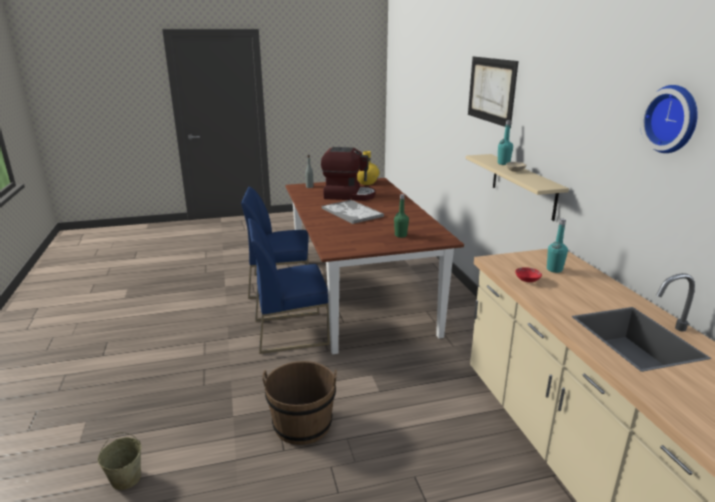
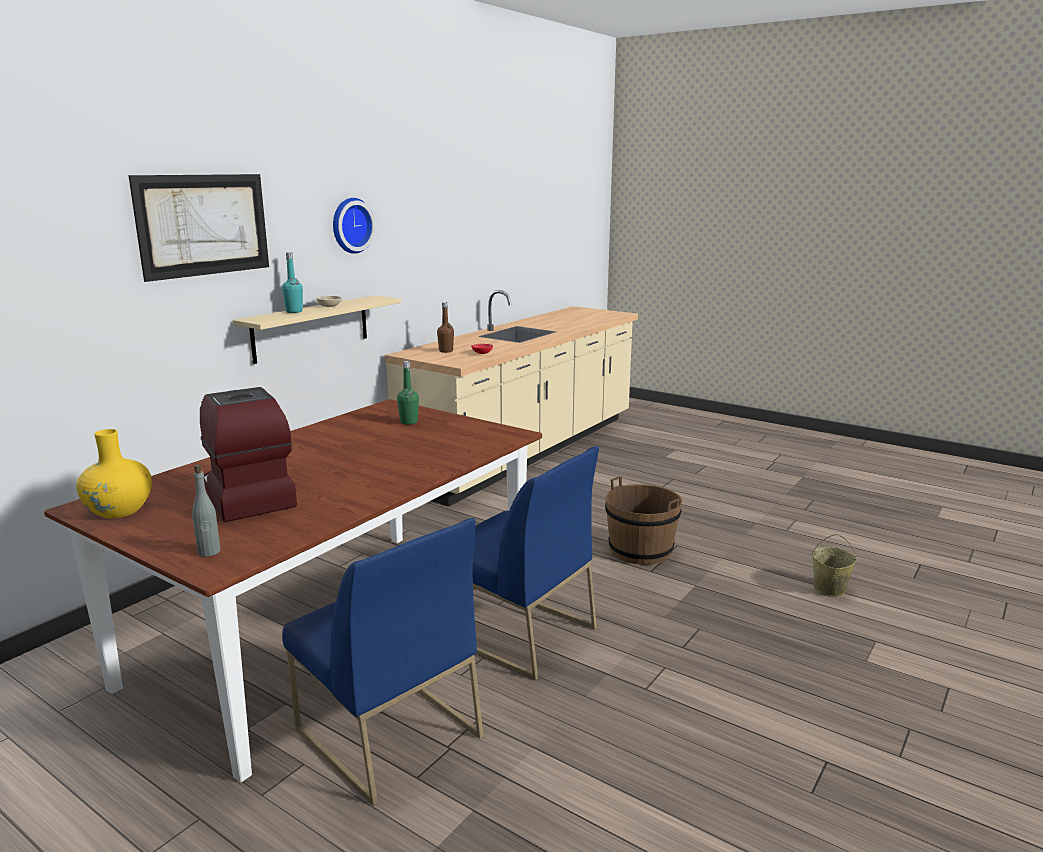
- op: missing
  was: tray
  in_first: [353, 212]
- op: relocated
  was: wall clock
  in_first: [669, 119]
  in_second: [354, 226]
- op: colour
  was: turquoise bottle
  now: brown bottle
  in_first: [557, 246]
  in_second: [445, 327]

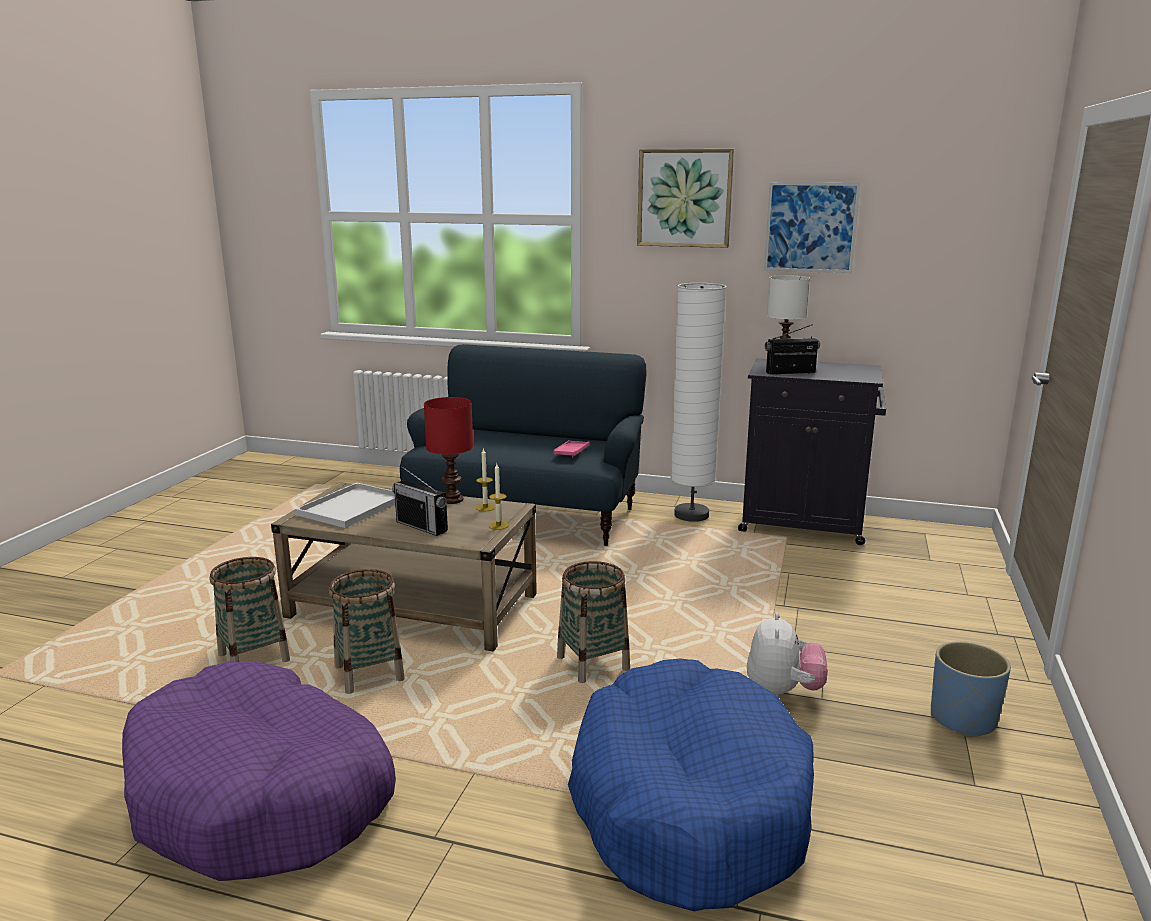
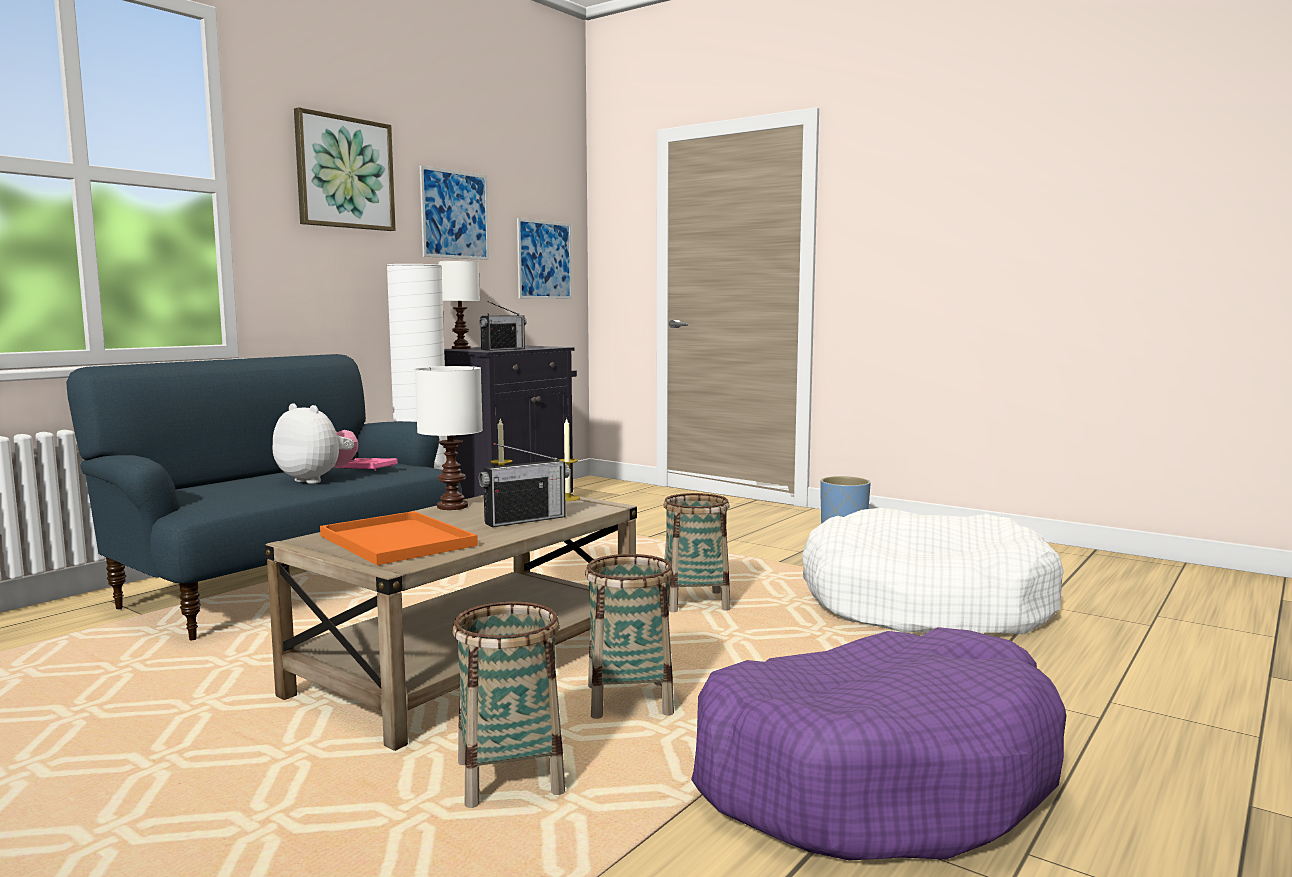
- op: appeared
  now: picture
  in_second: [544, 258]
- op: relocated
  was: plush toy
  in_first: [787, 654]
  in_second: [315, 443]
- op: colour
  was: white tray
  now: orange tray
  in_first: [345, 505]
  in_second: [399, 538]
- op: colour
  was: red table lamp
  now: white table lamp
  in_first: [448, 450]
  in_second: [449, 438]
- op: colour
  was: blue dog bed
  now: white dog bed
  in_first: [691, 785]
  in_second: [932, 571]
- op: spun
  was: radio
  in_first: [792, 349]
  in_second: [503, 326]
  clockwise: -150

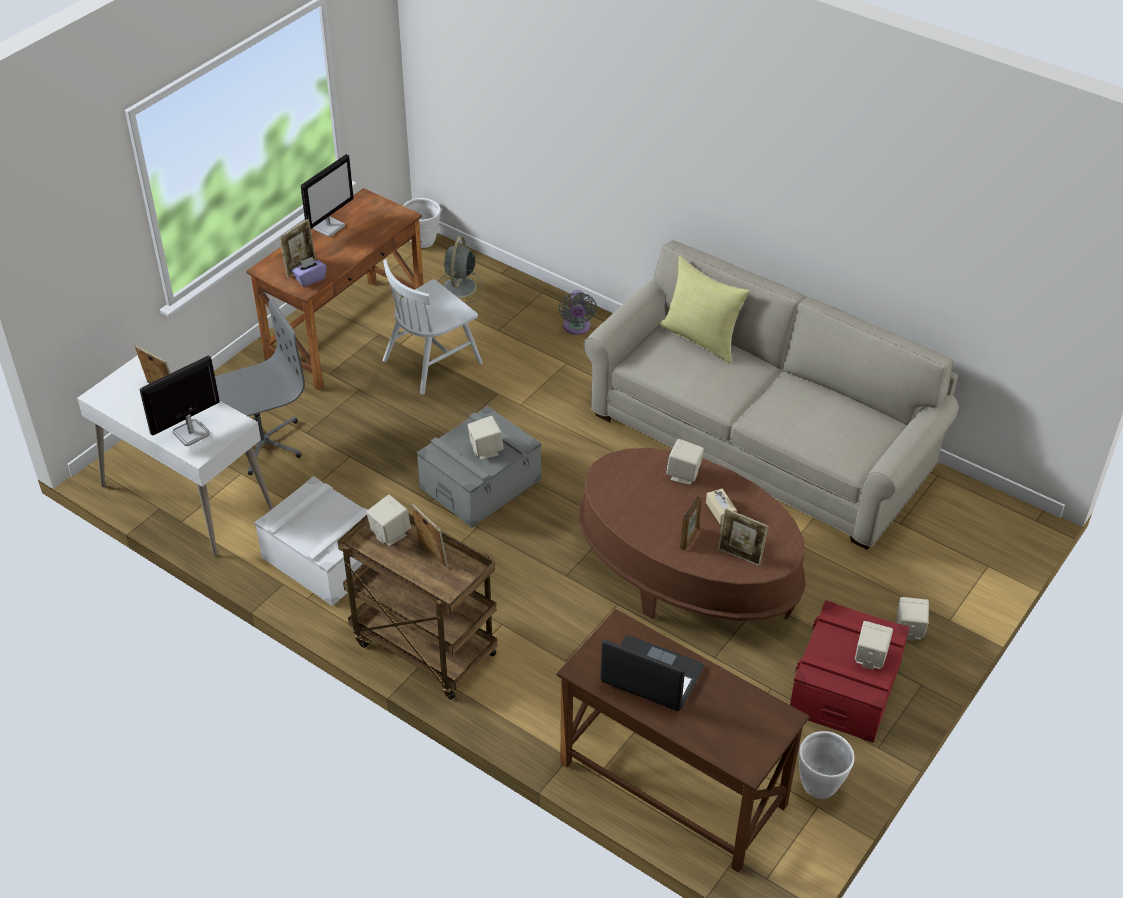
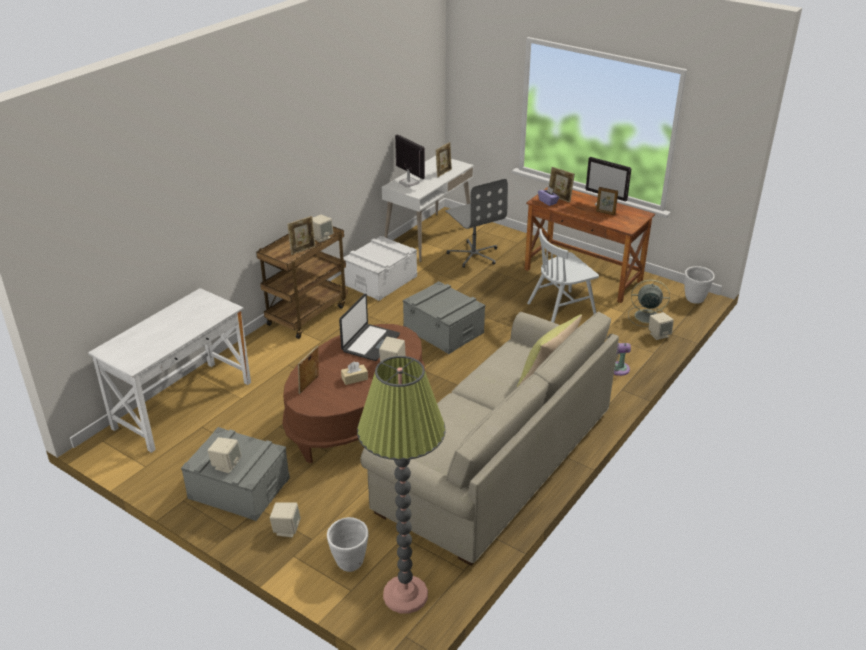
- op: appeared
  now: floor lamp
  in_second: [401, 485]
- op: relocated
  was: beige speaker
  in_first: [485, 438]
  in_second: [661, 326]
- op: relocated
  was: laptop
  in_first: [652, 673]
  in_second: [369, 327]
- op: relocated
  was: picture frame
  in_first: [691, 523]
  in_second: [607, 201]
- op: relocated
  was: white planter
  in_first: [826, 765]
  in_second: [348, 544]
- op: colour
  was: brown desk
  now: white desk
  in_first: [683, 741]
  in_second: [169, 370]
- op: colour
  was: red storage box
  now: grey storage box
  in_first: [849, 671]
  in_second: [235, 474]
- op: spun
  was: white chair
  in_first: [433, 327]
  in_second: [563, 276]
  clockwise: -75

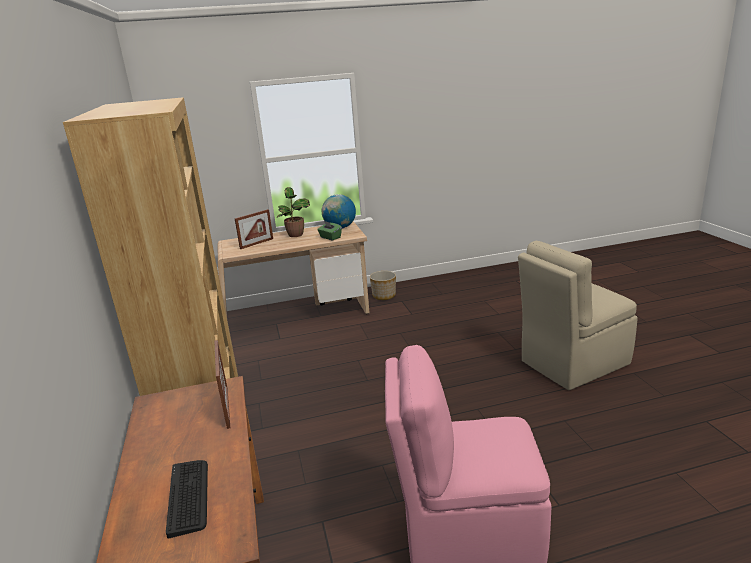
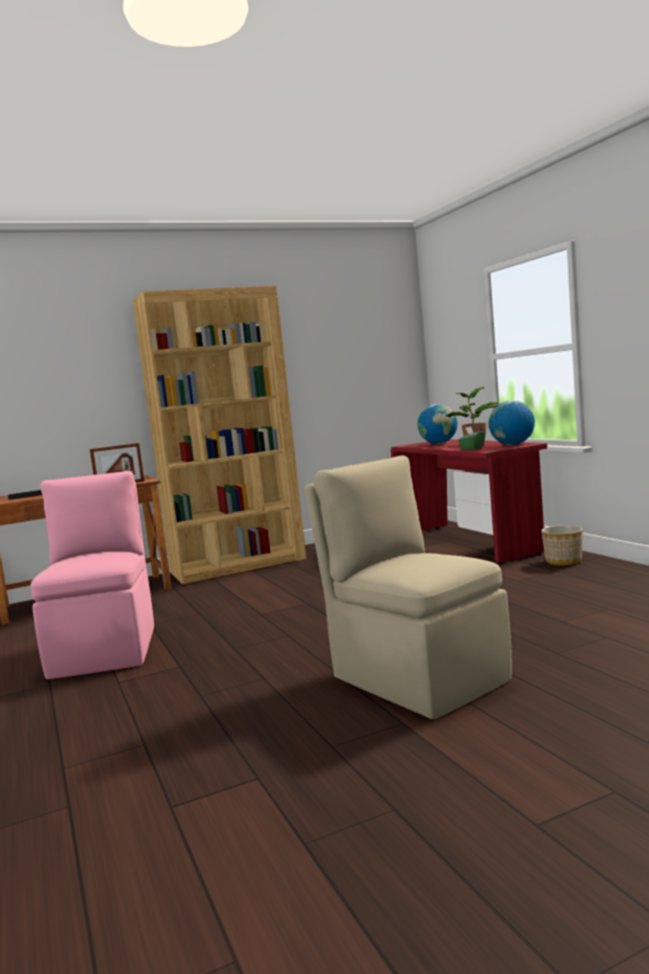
- op: exchanged
  was: picture frame
  now: globe
  in_first: [254, 229]
  in_second: [438, 424]
- op: colour
  was: beige desk
  now: red desk
  in_first: [293, 268]
  in_second: [469, 501]

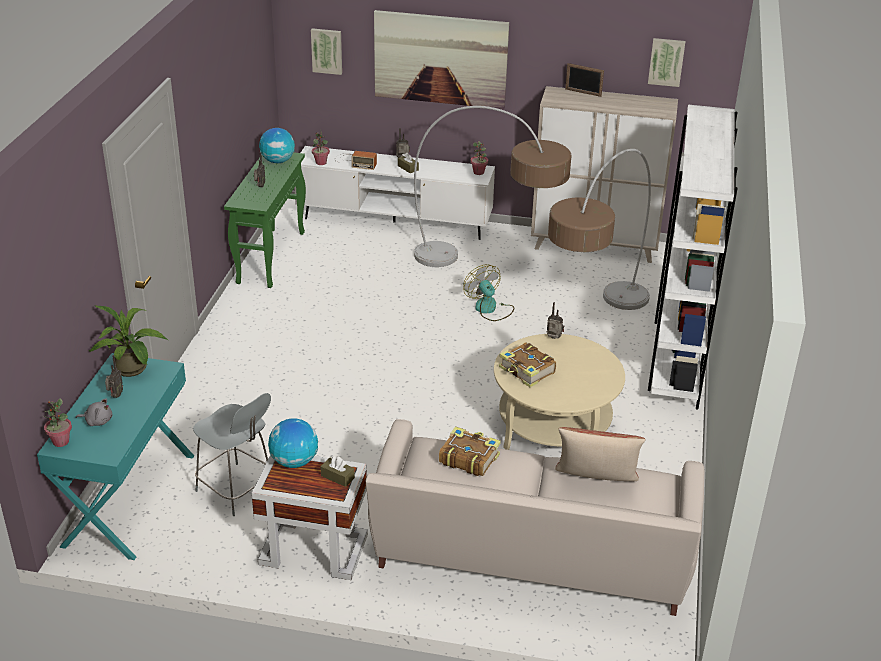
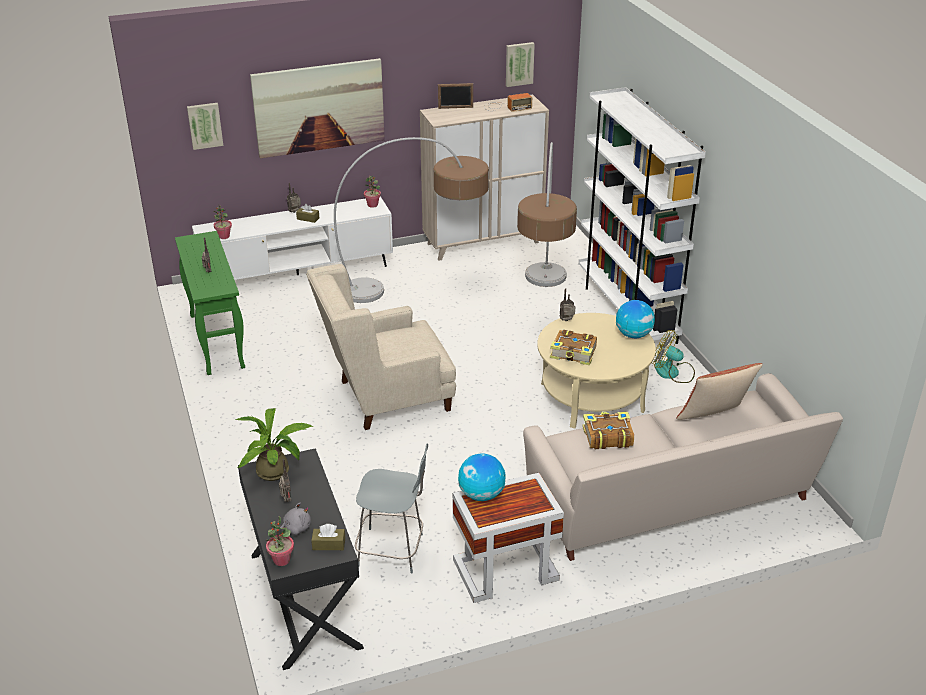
- op: appeared
  now: beige armchair
  in_second: [381, 347]
- op: relocated
  was: globe
  in_first: [277, 145]
  in_second: [635, 319]
- op: relocated
  was: brown tissue box
  in_first: [337, 471]
  in_second: [328, 537]
- op: relocated
  was: radio
  in_first: [356, 160]
  in_second: [508, 102]
- op: relocated
  was: fan
  in_first: [488, 292]
  in_second: [673, 356]
- op: colour
  was: turquoise desk
  now: black desk
  in_first: [115, 456]
  in_second: [301, 559]

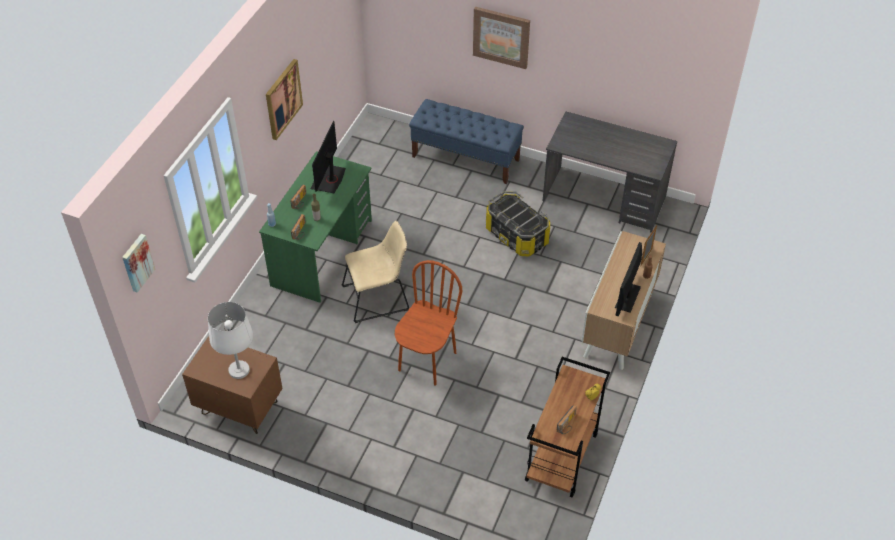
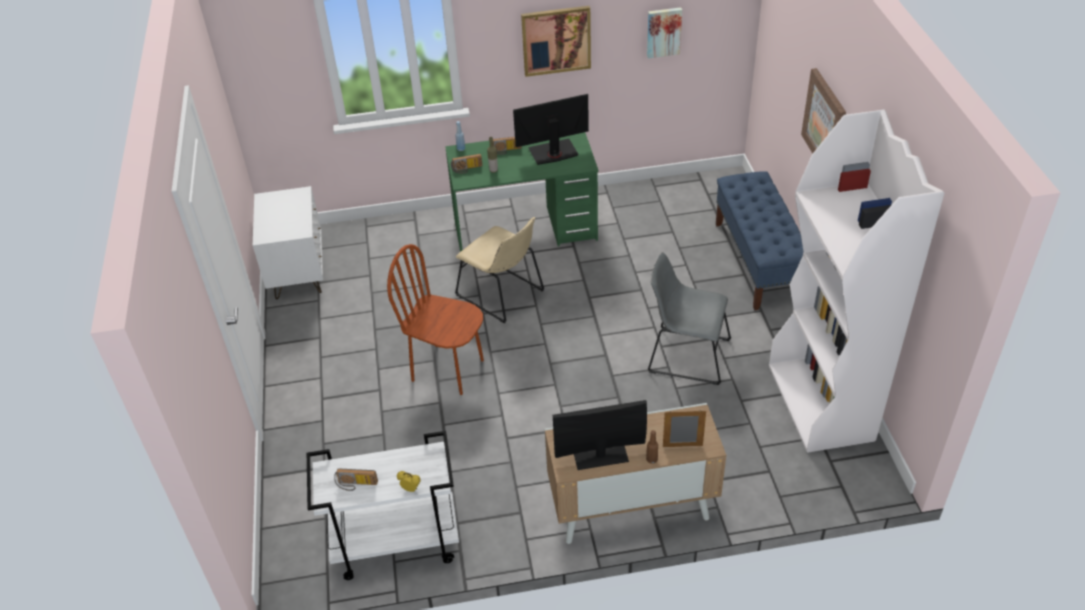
- op: missing
  was: white table lamp
  in_first: [230, 340]
- op: relocated
  was: picture
  in_first: [138, 263]
  in_second: [664, 32]
- op: exchanged
  was: storage box
  now: grey chair
  in_first: [518, 224]
  in_second: [689, 318]
- op: exchanged
  was: grey desk
  now: white bookcase
  in_first: [610, 171]
  in_second: [856, 281]
- op: colour
  was: brown nightstand
  now: white nightstand
  in_first: [232, 385]
  in_second: [288, 242]
- op: colour
  was: brown cart
  now: white cart
  in_first: [567, 427]
  in_second: [383, 505]
- op: spun
  was: brown chair
  in_first: [428, 322]
  in_second: [435, 319]
  clockwise: -150

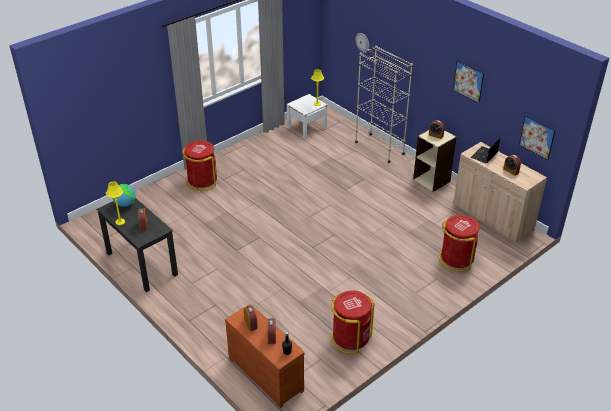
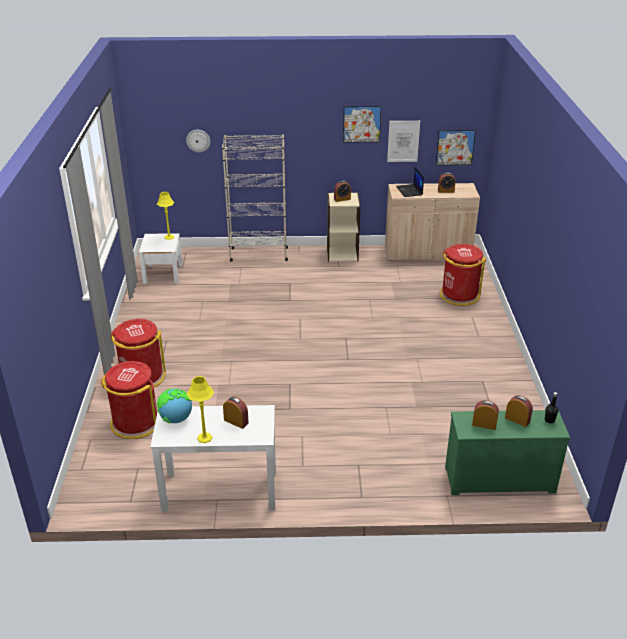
- op: appeared
  now: picture
  in_second: [403, 141]
- op: relocated
  was: red trash can
  in_first: [352, 322]
  in_second: [129, 400]
- op: colour
  was: black desk
  now: white desk
  in_first: [137, 245]
  in_second: [213, 458]
- op: colour
  was: brown dresser
  now: green dresser
  in_first: [265, 356]
  in_second: [507, 452]

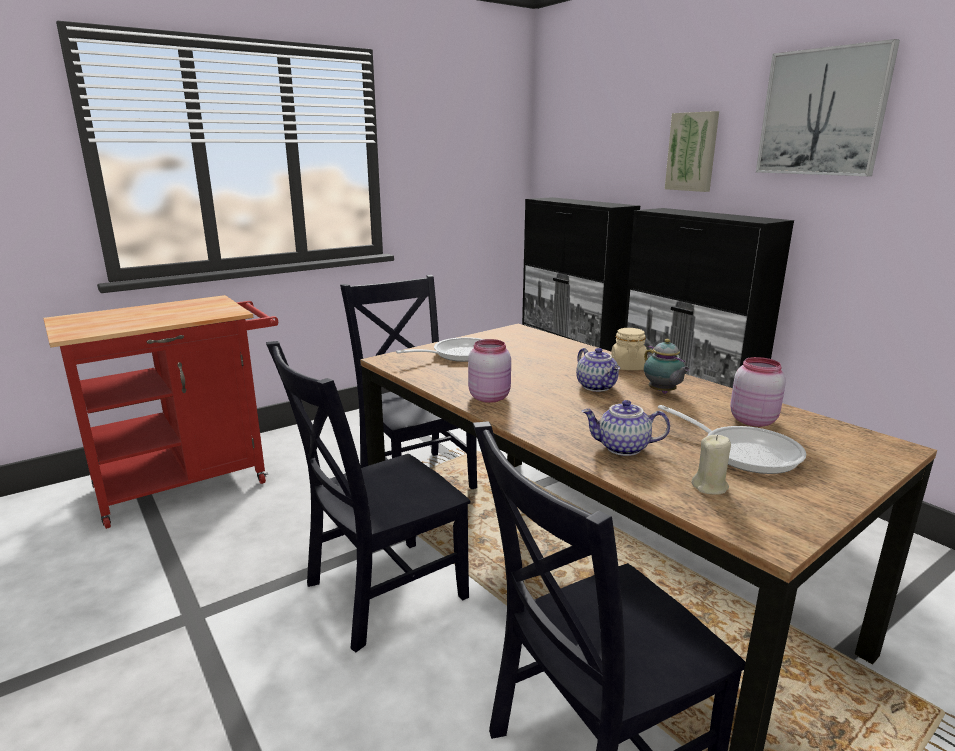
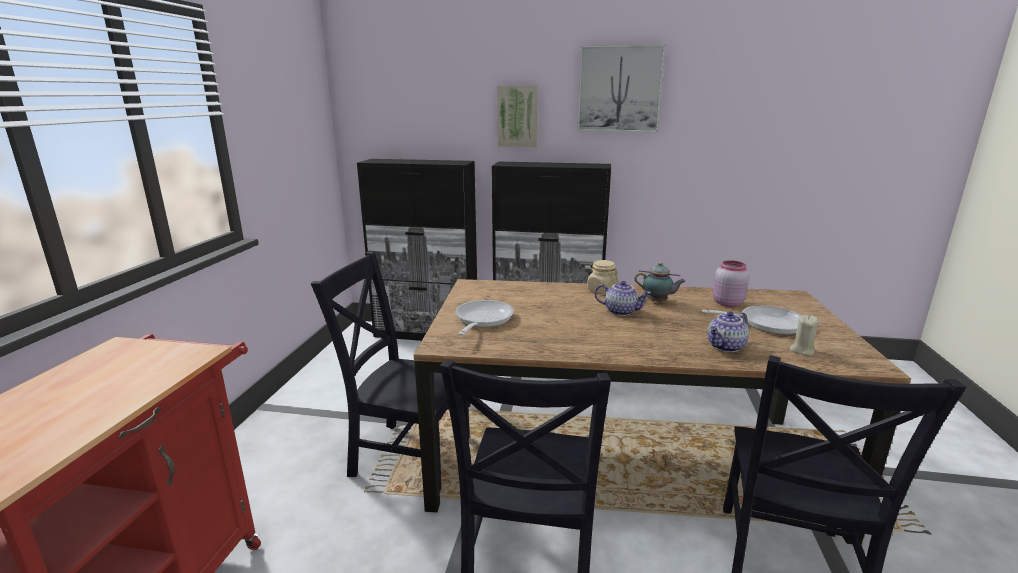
- op: missing
  was: pink jar
  in_first: [489, 371]

